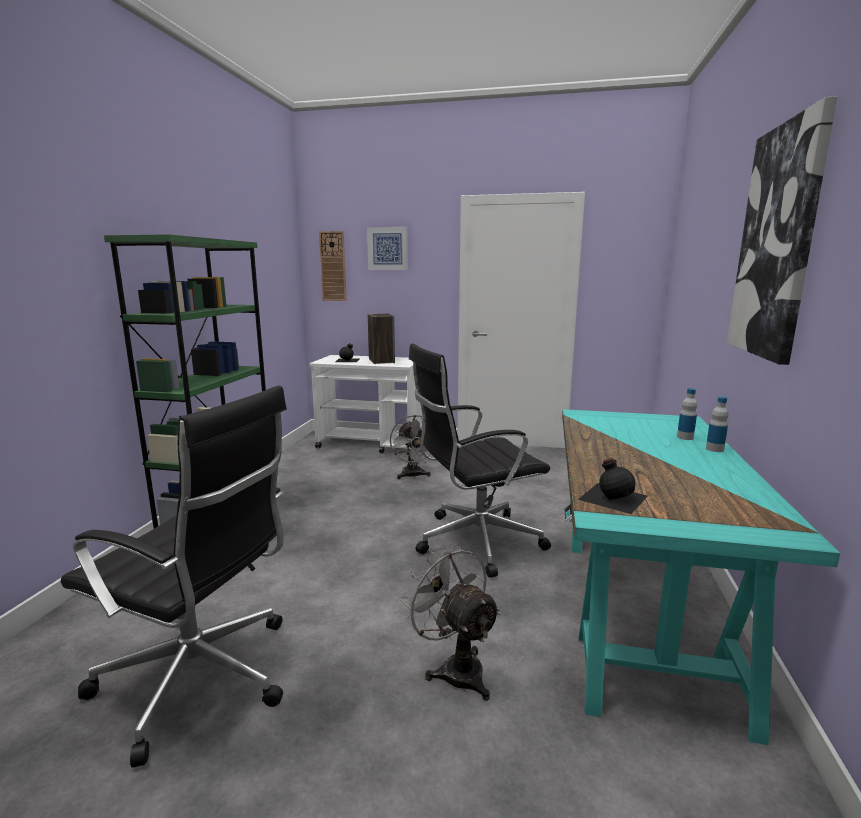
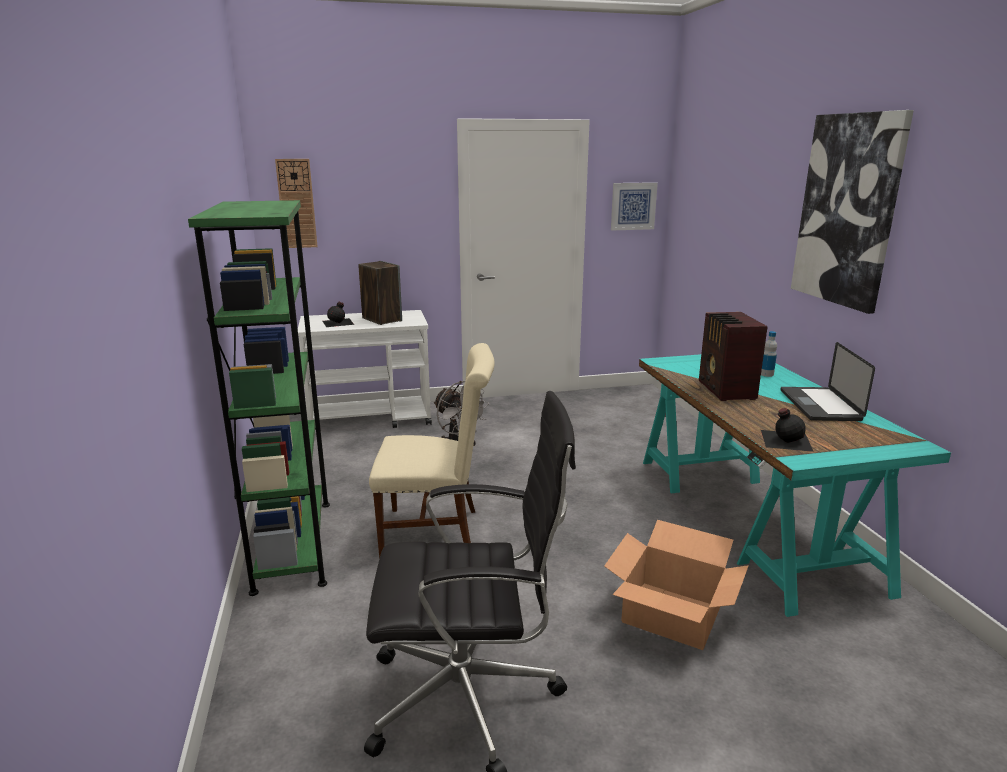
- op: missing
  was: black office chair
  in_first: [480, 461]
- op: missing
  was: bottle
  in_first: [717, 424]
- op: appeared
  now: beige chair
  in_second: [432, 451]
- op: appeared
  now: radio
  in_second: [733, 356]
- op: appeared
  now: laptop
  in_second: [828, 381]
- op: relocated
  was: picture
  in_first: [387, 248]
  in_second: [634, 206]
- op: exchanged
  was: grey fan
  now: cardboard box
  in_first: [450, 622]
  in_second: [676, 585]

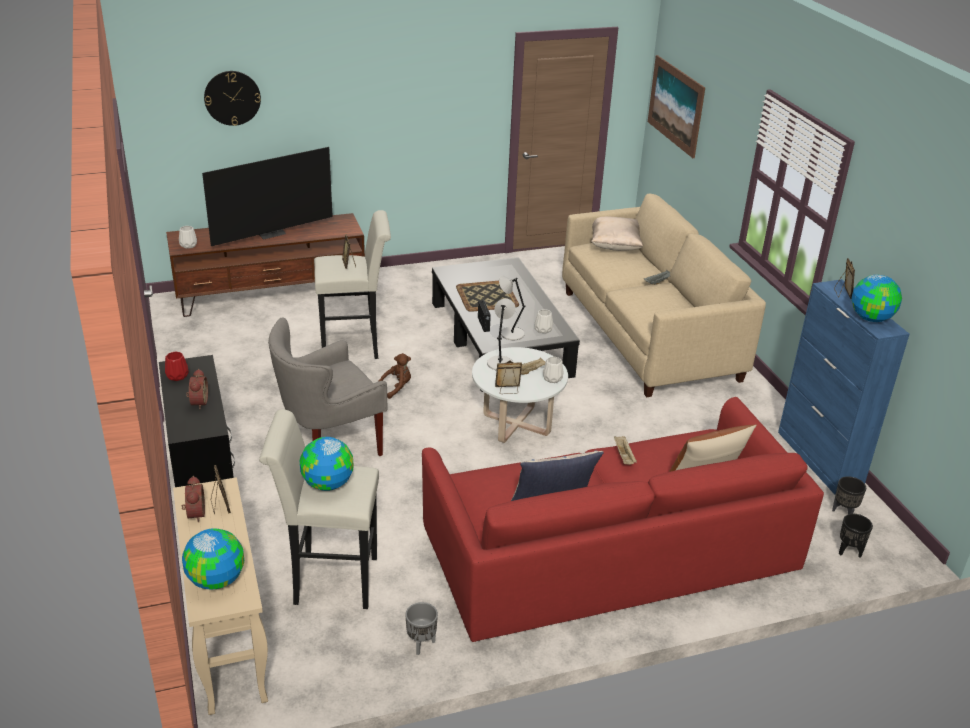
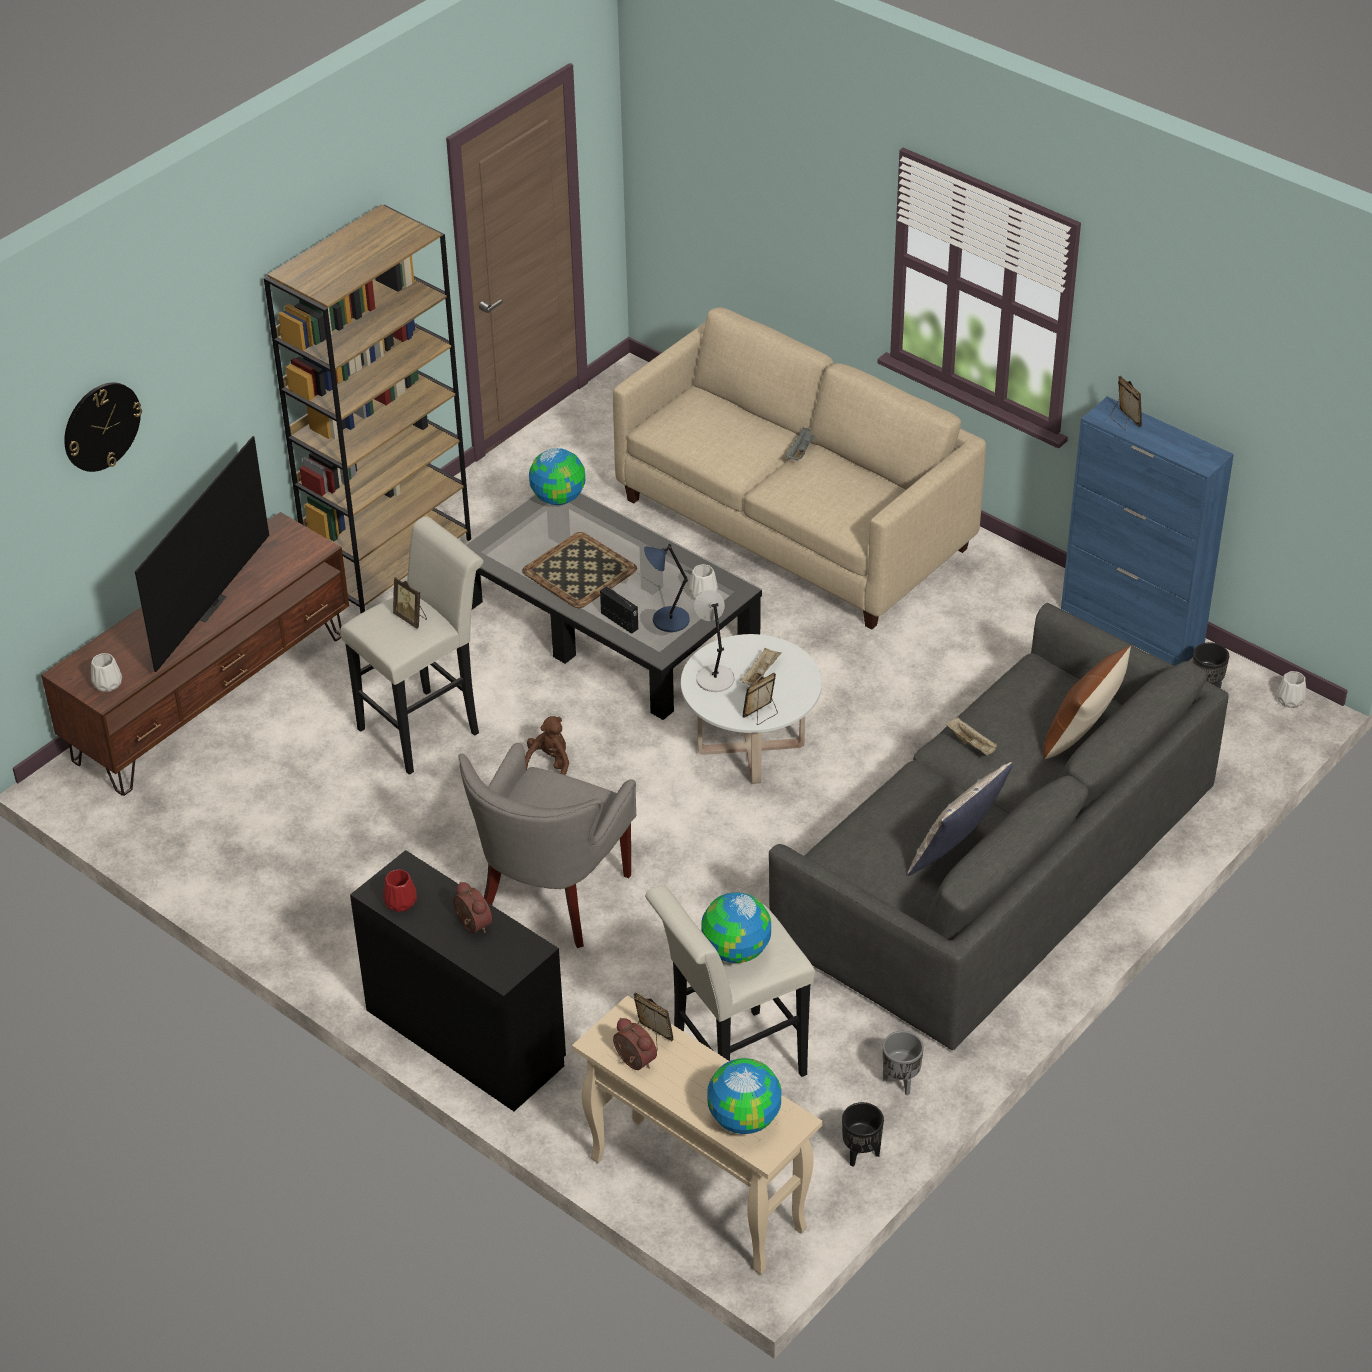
- op: missing
  was: beige pillow
  in_first: [617, 233]
- op: missing
  was: picture
  in_first: [676, 106]
- op: appeared
  now: brown bookcase
  in_second: [367, 409]
- op: relocated
  was: white vase
  in_first: [553, 370]
  in_second: [1292, 689]
- op: relocated
  was: black planter
  in_first: [856, 536]
  in_second: [863, 1134]
- op: relocated
  was: globe
  in_first: [876, 298]
  in_second: [557, 476]
- op: colour
  was: red sofa
  now: grey sofa
  in_first: [623, 519]
  in_second: [999, 826]
- op: colour
  was: grey table lamp
  now: blue table lamp
  in_first: [512, 308]
  in_second: [667, 588]

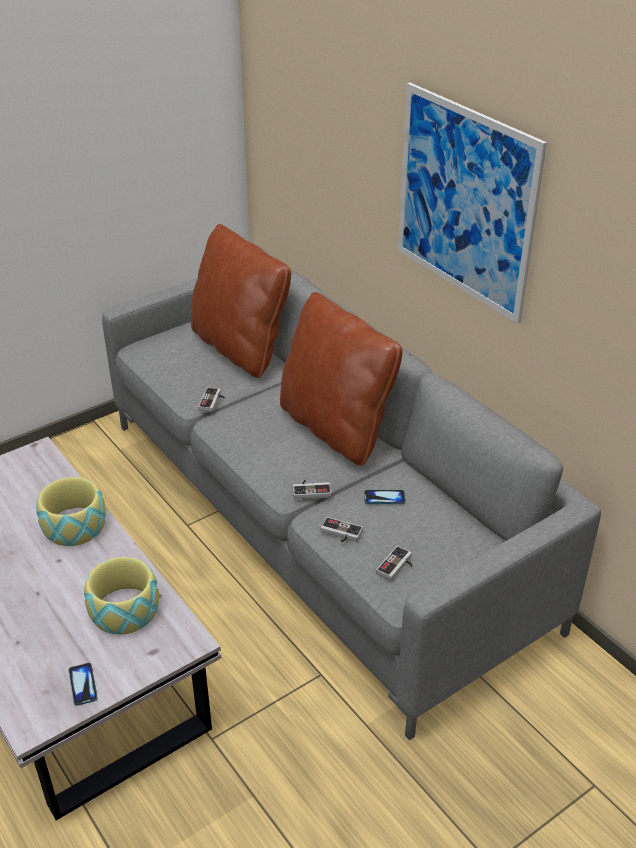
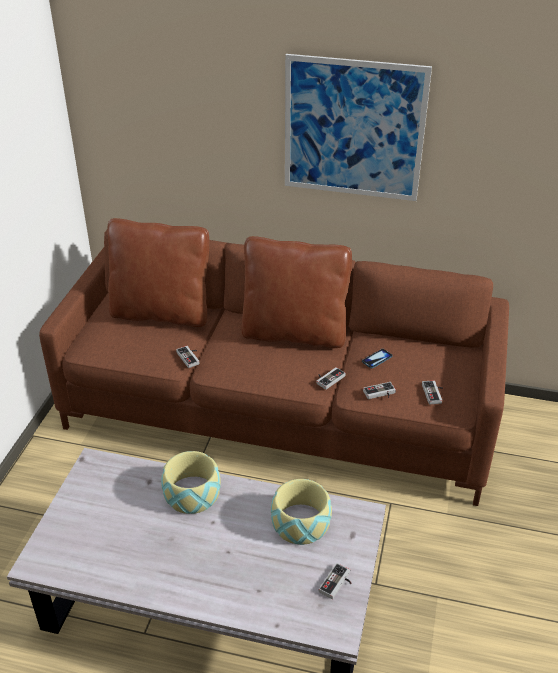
- op: exchanged
  was: phone
  now: game controller
  in_first: [83, 684]
  in_second: [335, 581]
- op: colour
  was: grey sofa
  now: brown sofa
  in_first: [351, 490]
  in_second: [274, 367]

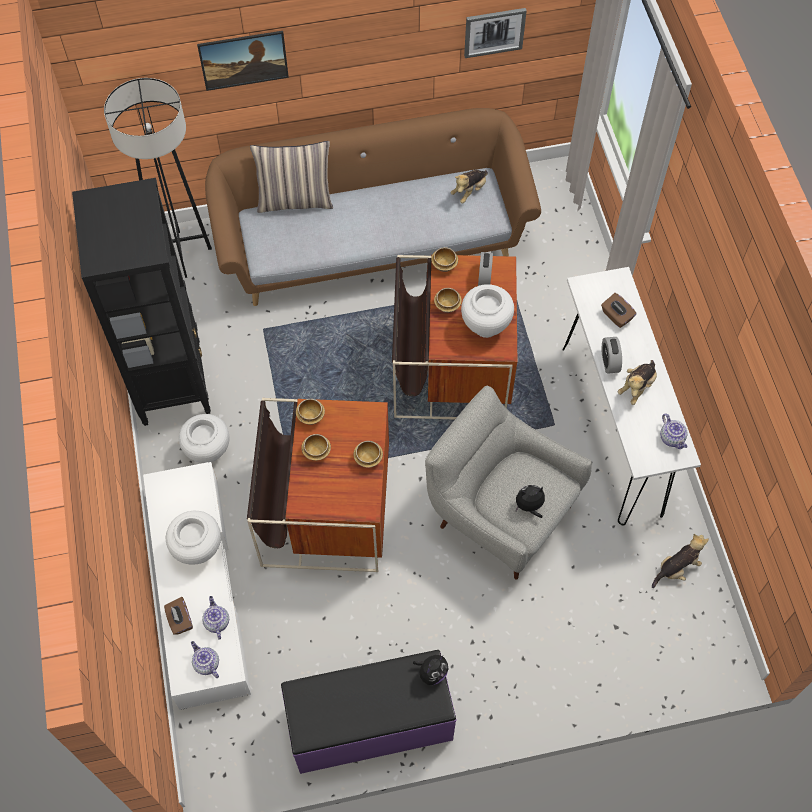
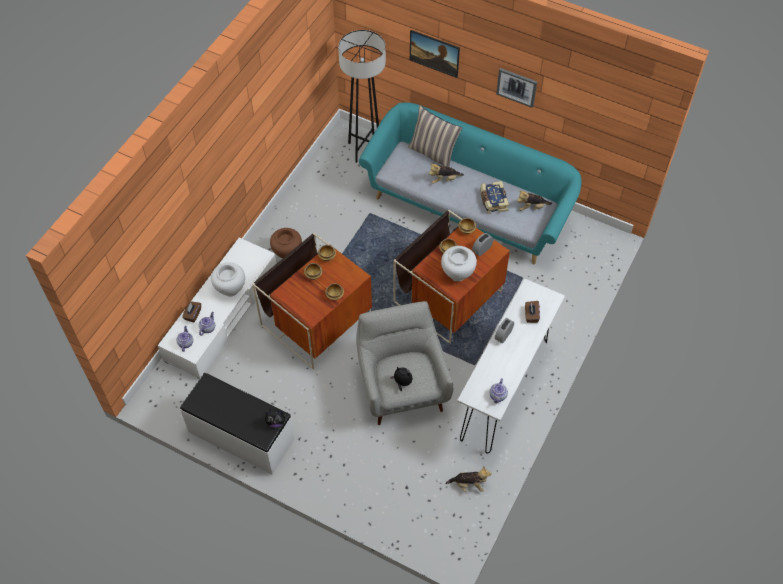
- op: missing
  was: black bookcase
  in_first: [141, 302]
- op: appeared
  now: book
  in_second: [494, 197]
- op: relocated
  was: picture
  in_first: [495, 33]
  in_second: [516, 88]
- op: relocated
  was: plush toy
  in_first: [637, 382]
  in_second: [446, 173]
- op: colour
  was: white vase
  now: brown vase
  in_first: [204, 438]
  in_second: [286, 243]
- op: colour
  was: brown sofa
  now: turquoise sofa
  in_first: [373, 207]
  in_second: [470, 183]
- op: colour
  was: purple bench
  now: white bench
  in_first: [368, 712]
  in_second: [237, 424]

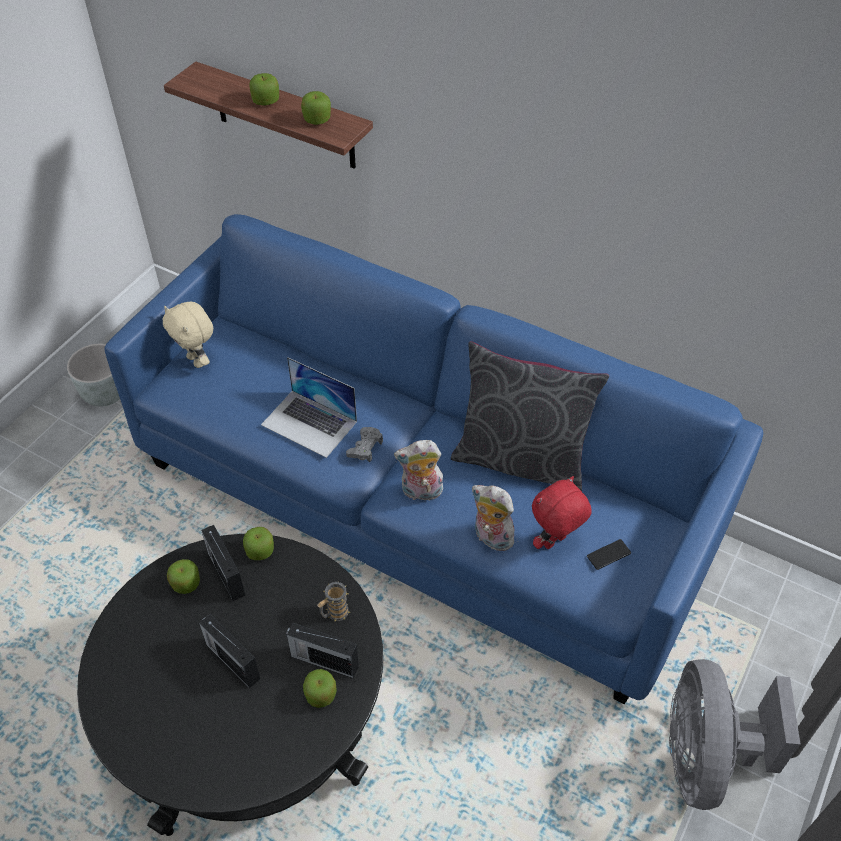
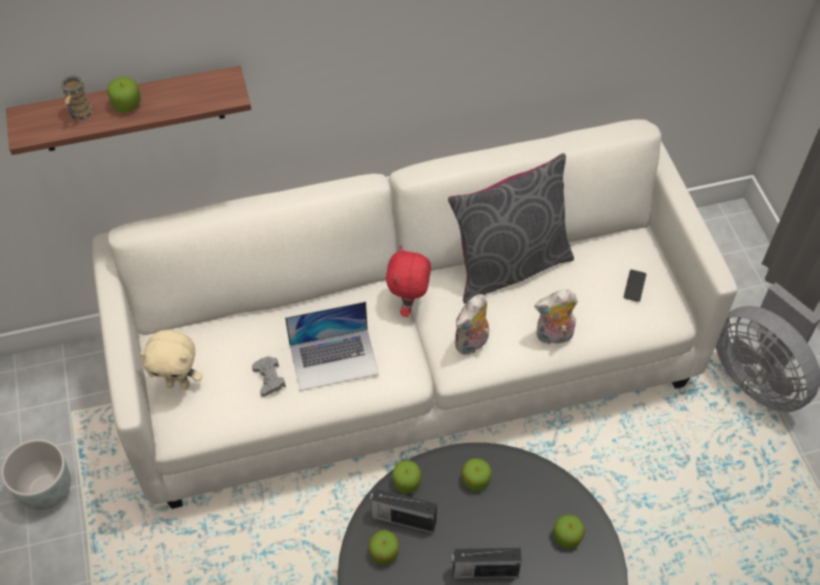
- op: missing
  was: radio
  in_first: [322, 650]
- op: relocated
  was: apple
  in_first: [316, 108]
  in_second: [477, 474]
- op: relocated
  was: mug
  in_first: [333, 601]
  in_second: [76, 97]
- op: relocated
  was: grey game controller
  in_first: [364, 444]
  in_second: [269, 376]
- op: relocated
  was: red plush toy
  in_first: [561, 512]
  in_second: [408, 281]
- op: colour
  was: blue sofa
  now: white sofa
  in_first: [433, 459]
  in_second: [414, 314]

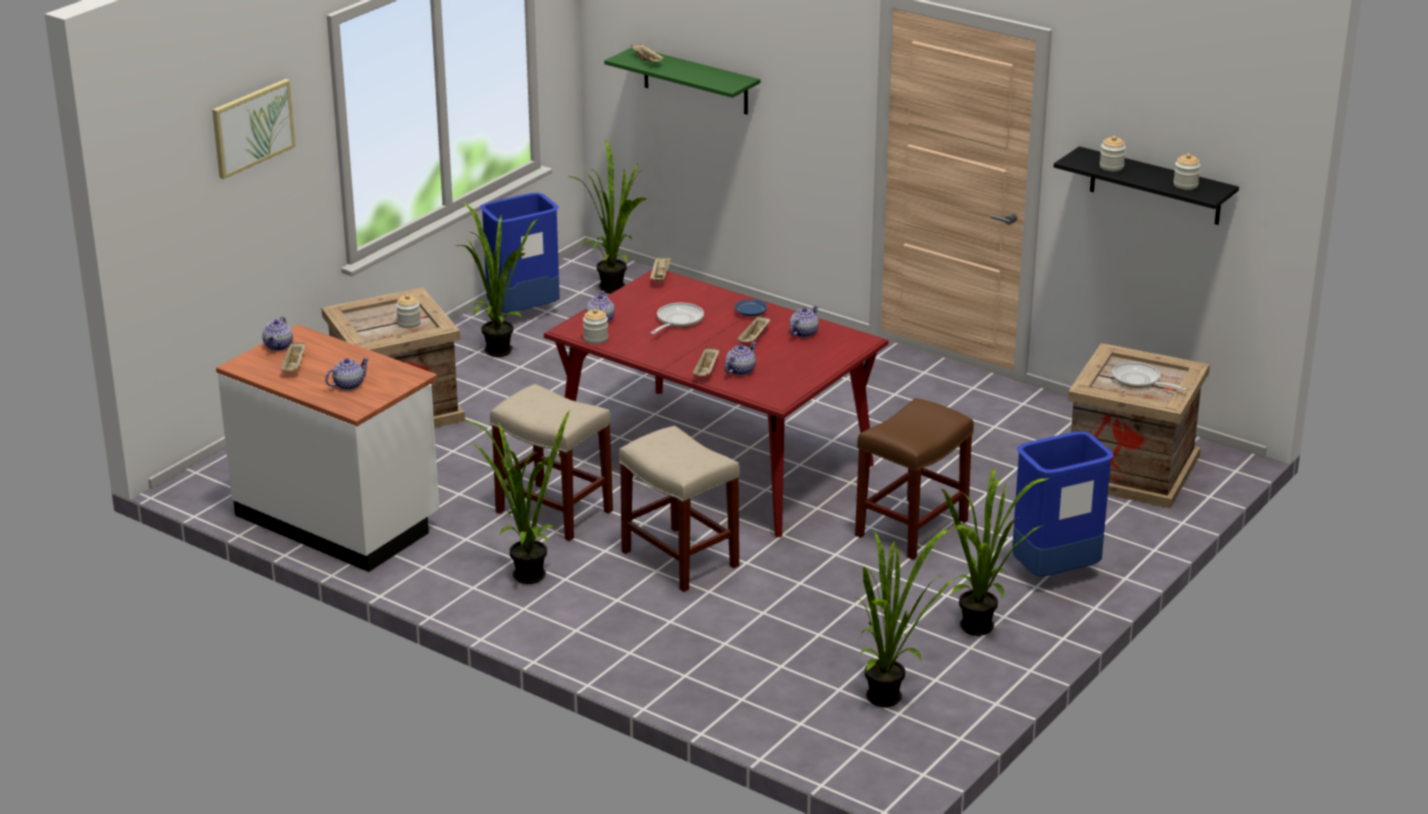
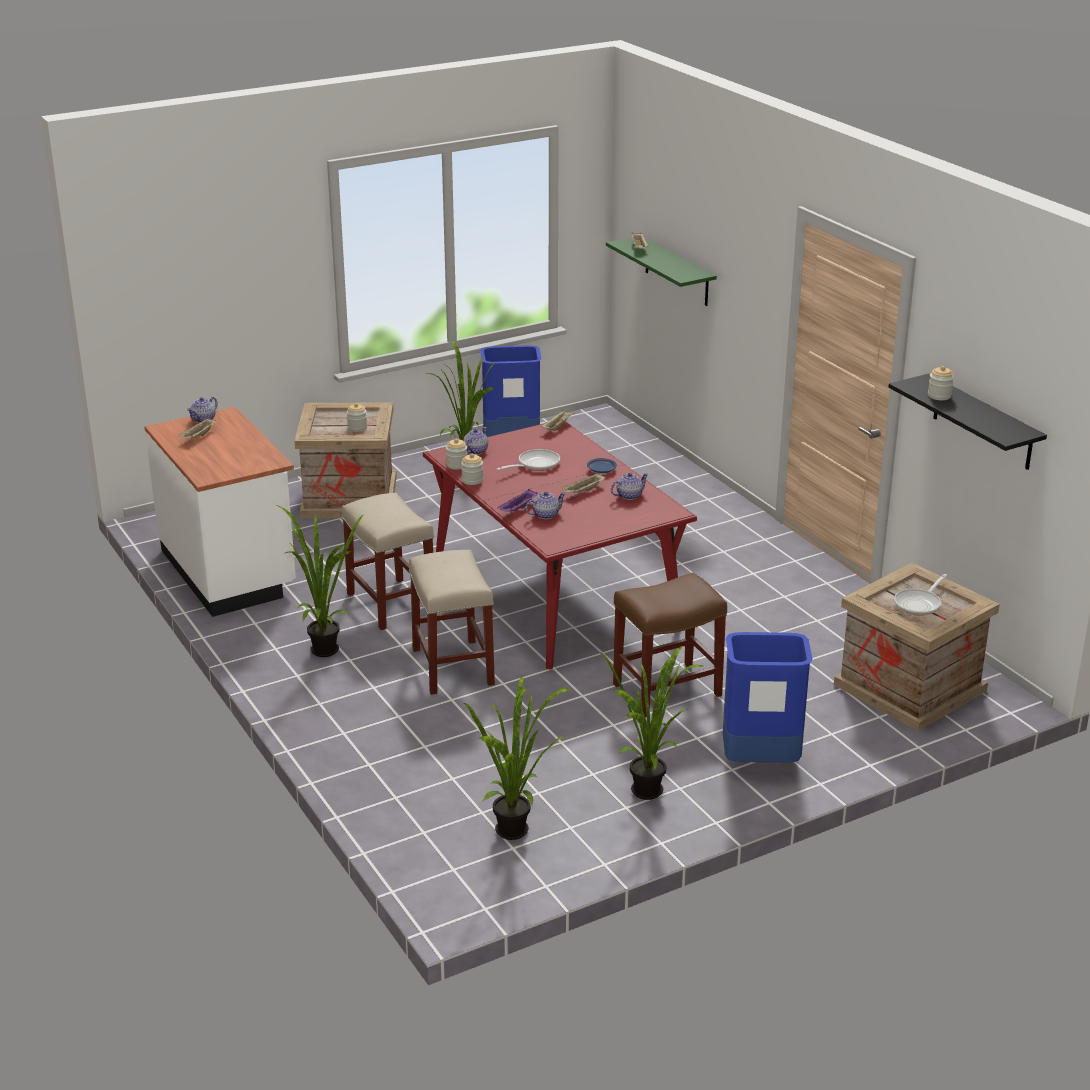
- op: missing
  was: picture
  in_first: [254, 129]
- op: missing
  was: teapot
  in_first: [347, 373]
- op: missing
  was: potted plant
  in_first: [607, 216]
- op: relocated
  was: jar
  in_first: [1187, 172]
  in_second: [472, 469]
- op: colour
  was: beige tray
  now: purple tray
  in_first: [706, 361]
  in_second: [517, 500]
- op: spun
  was: frying pan
  in_first: [1149, 376]
  in_second: [920, 595]
  clockwise: -120

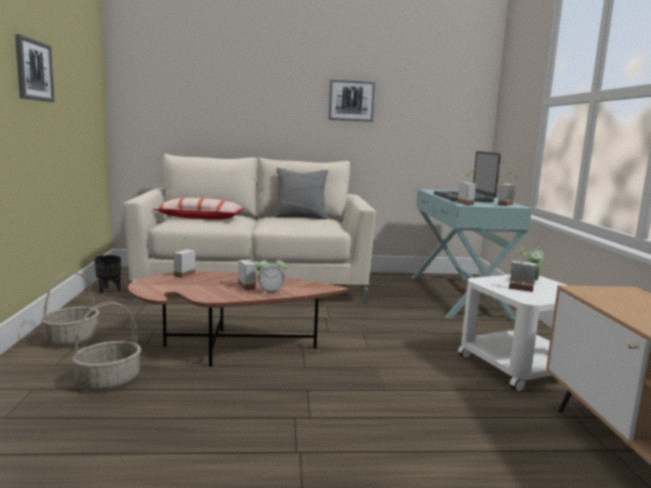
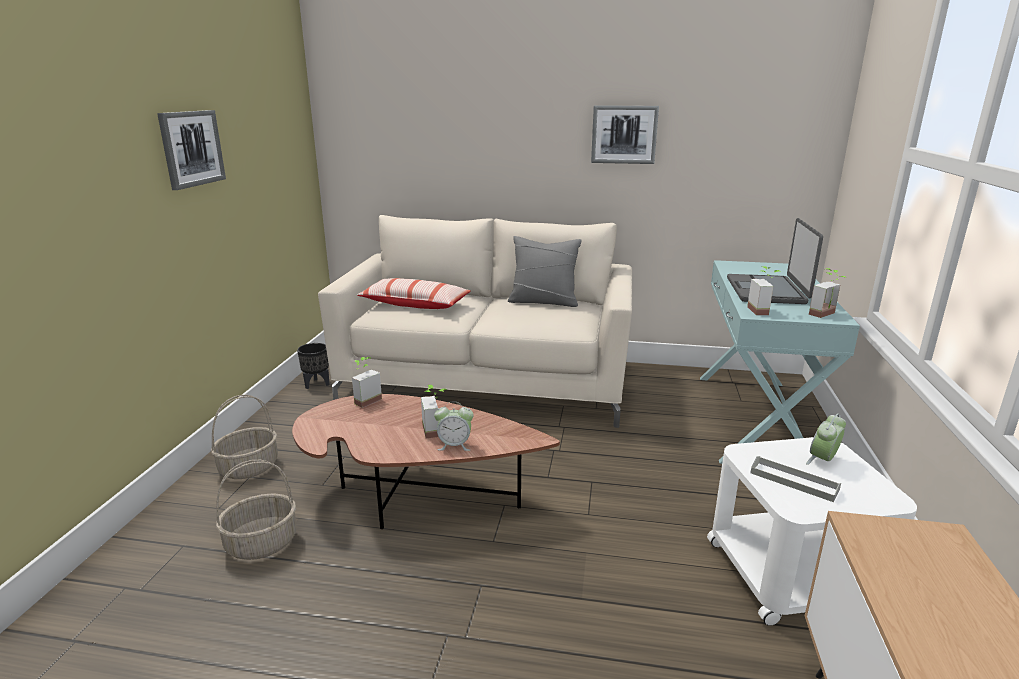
- op: exchanged
  was: potted plant
  now: grey tray
  in_first: [522, 269]
  in_second: [796, 479]

